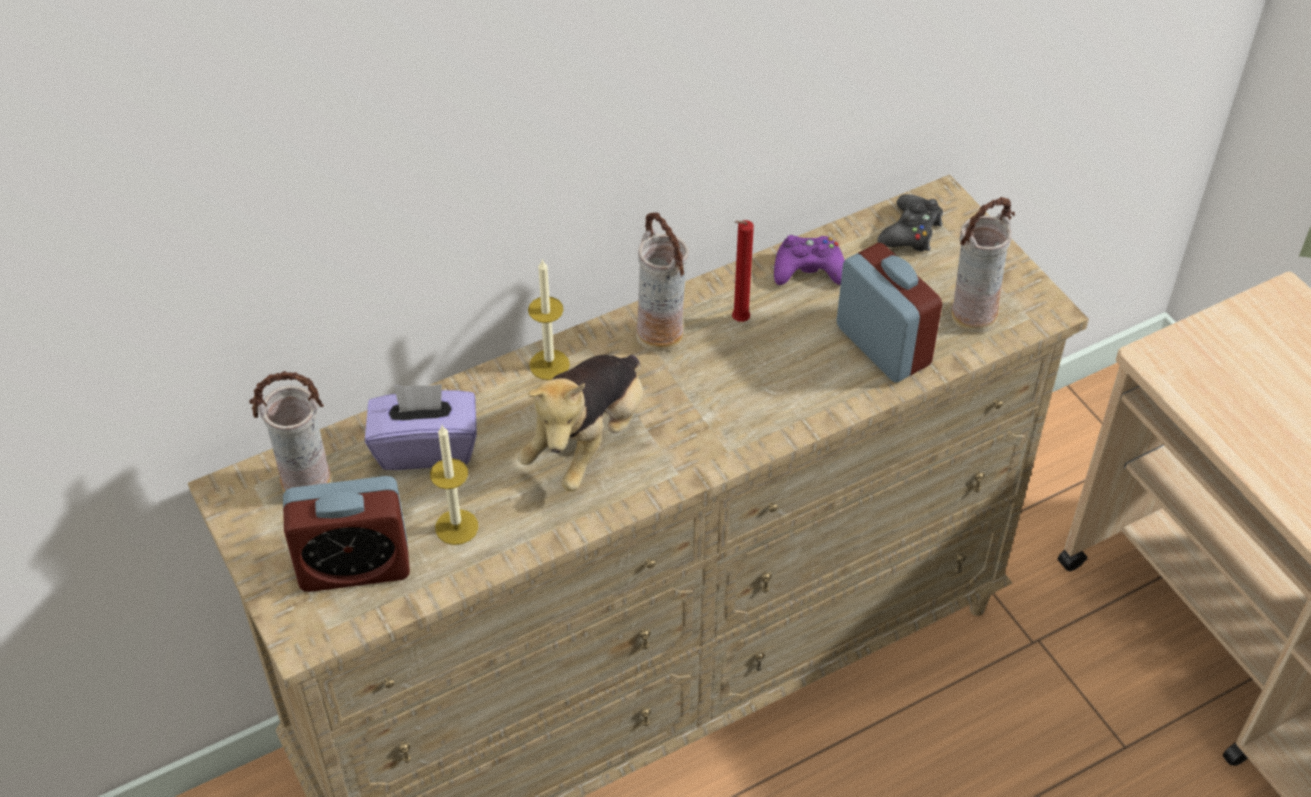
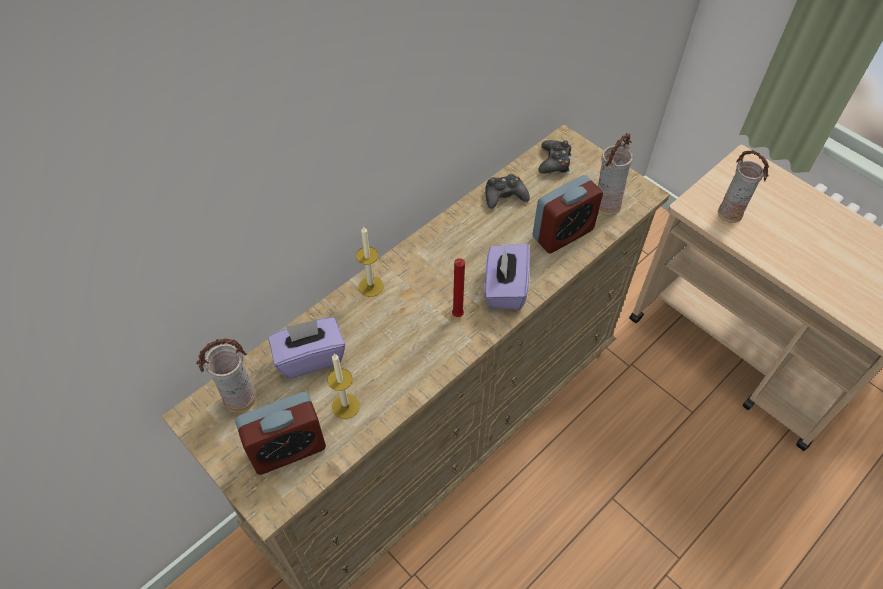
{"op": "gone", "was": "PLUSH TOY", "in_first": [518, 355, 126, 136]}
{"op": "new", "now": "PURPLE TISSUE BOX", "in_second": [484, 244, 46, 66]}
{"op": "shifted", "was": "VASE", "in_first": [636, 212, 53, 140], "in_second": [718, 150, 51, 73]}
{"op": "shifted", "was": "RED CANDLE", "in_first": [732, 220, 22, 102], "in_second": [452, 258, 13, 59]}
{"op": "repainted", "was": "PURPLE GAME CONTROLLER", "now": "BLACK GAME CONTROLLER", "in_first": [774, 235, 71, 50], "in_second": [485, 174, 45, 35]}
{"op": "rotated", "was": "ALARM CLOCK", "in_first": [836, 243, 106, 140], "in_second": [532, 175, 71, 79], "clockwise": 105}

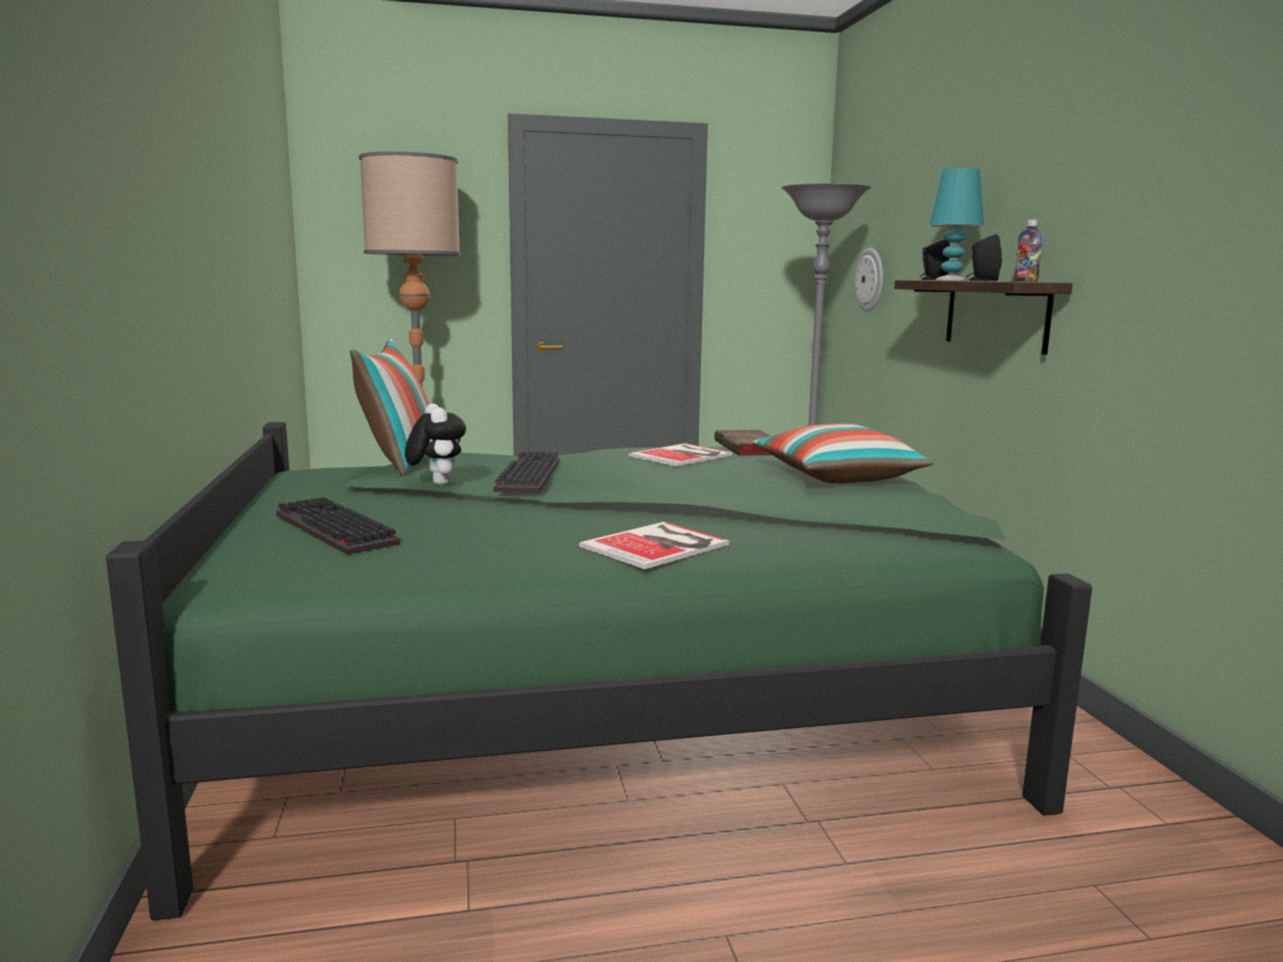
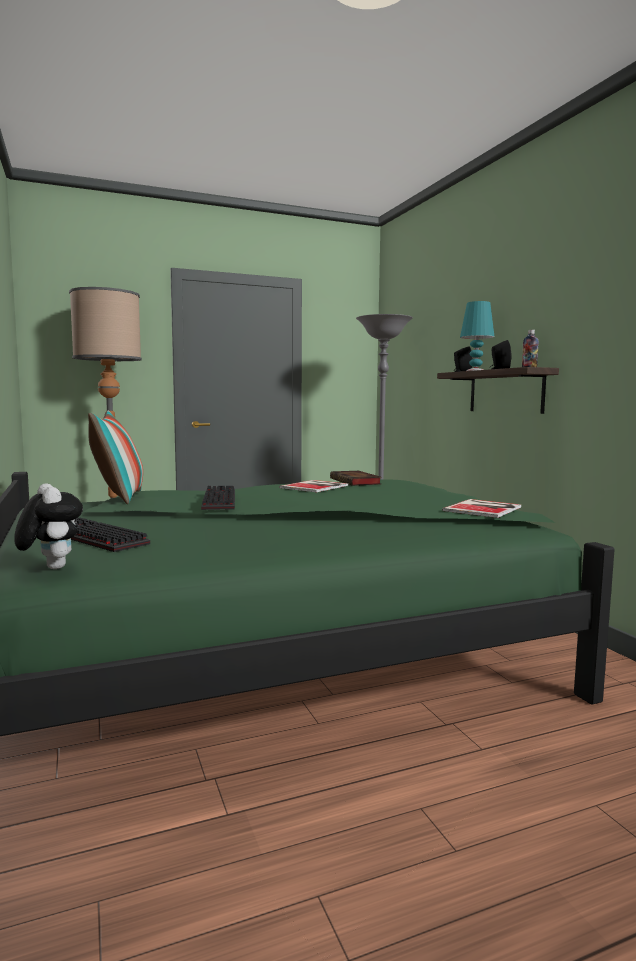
{"op": "gone", "was": "PILLOW", "in_first": [753, 424, 181, 60]}
{"op": "gone", "was": "WALL CLOCK", "in_first": [854, 248, 29, 64]}
{"op": "shifted", "was": "PLUSH TOY", "in_first": [405, 404, 61, 81], "in_second": [14, 483, 69, 86]}
{"op": "shifted", "was": "BOOK", "in_first": [578, 522, 151, 47], "in_second": [442, 499, 79, 19]}

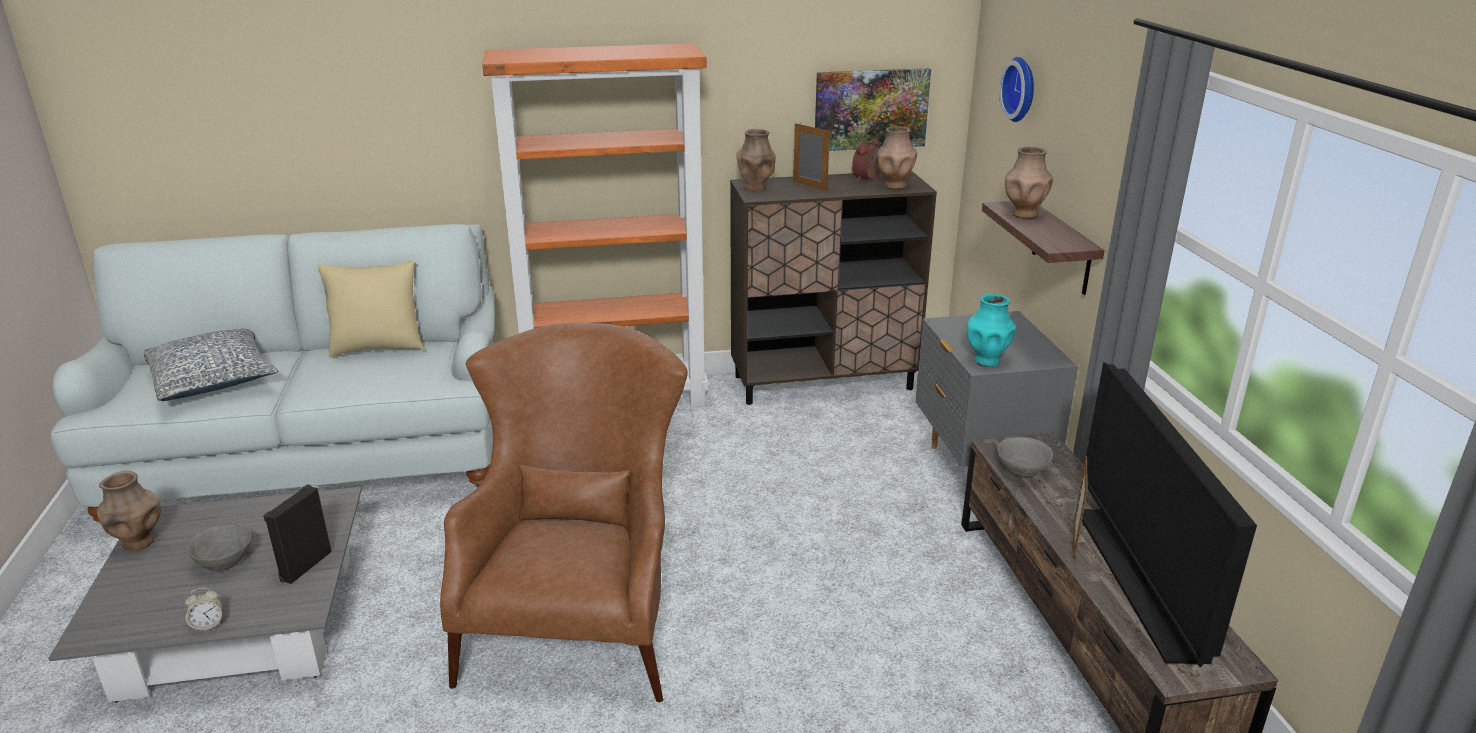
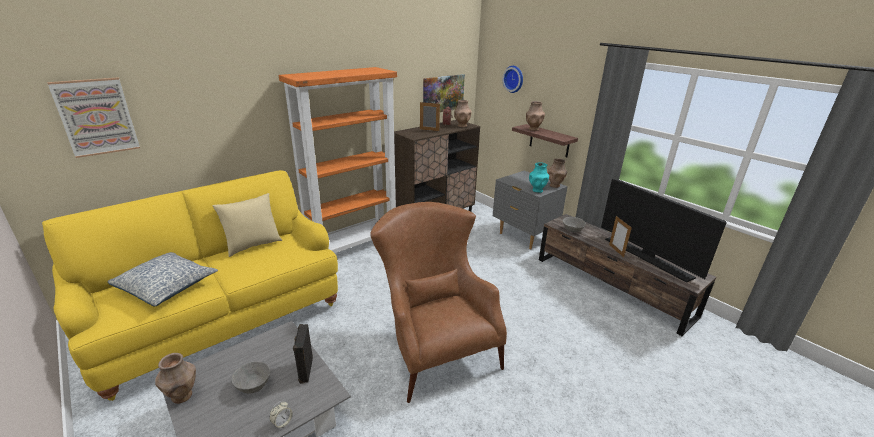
{"op": "new", "now": "PICTURE", "in_second": [47, 77, 93, 81]}
{"op": "shifted", "was": "BROWN VASE", "in_first": [736, 129, 40, 63], "in_second": [548, 158, 19, 30]}
{"op": "repainted", "was": "WHITE SOFA", "now": "YELLOW SOFA", "in_first": [51, 224, 444, 298], "in_second": [42, 170, 296, 231]}

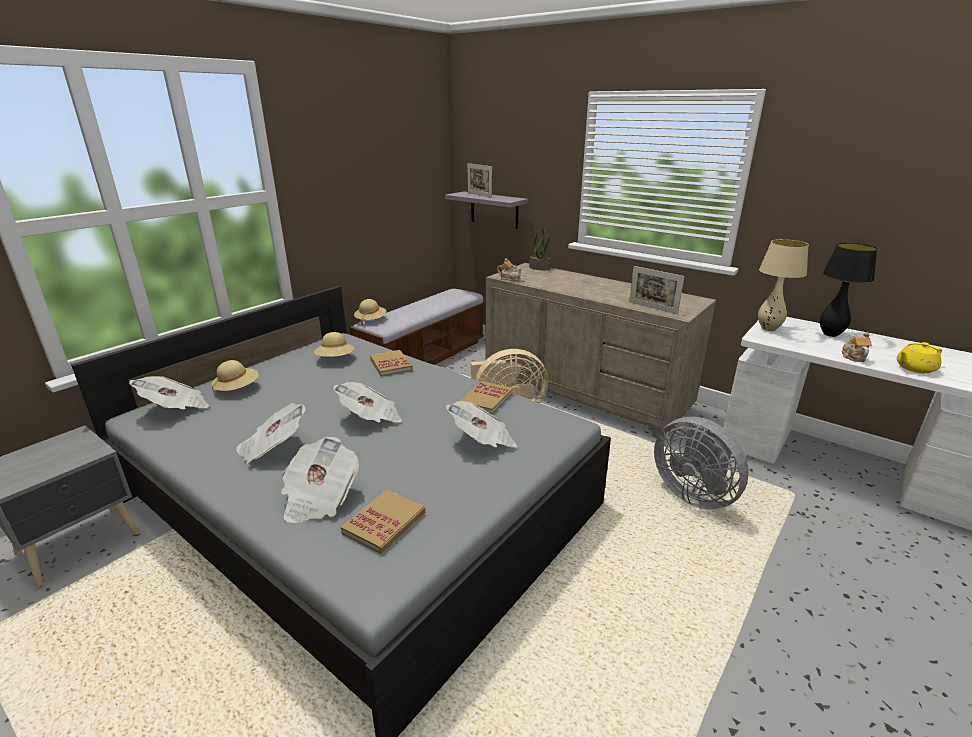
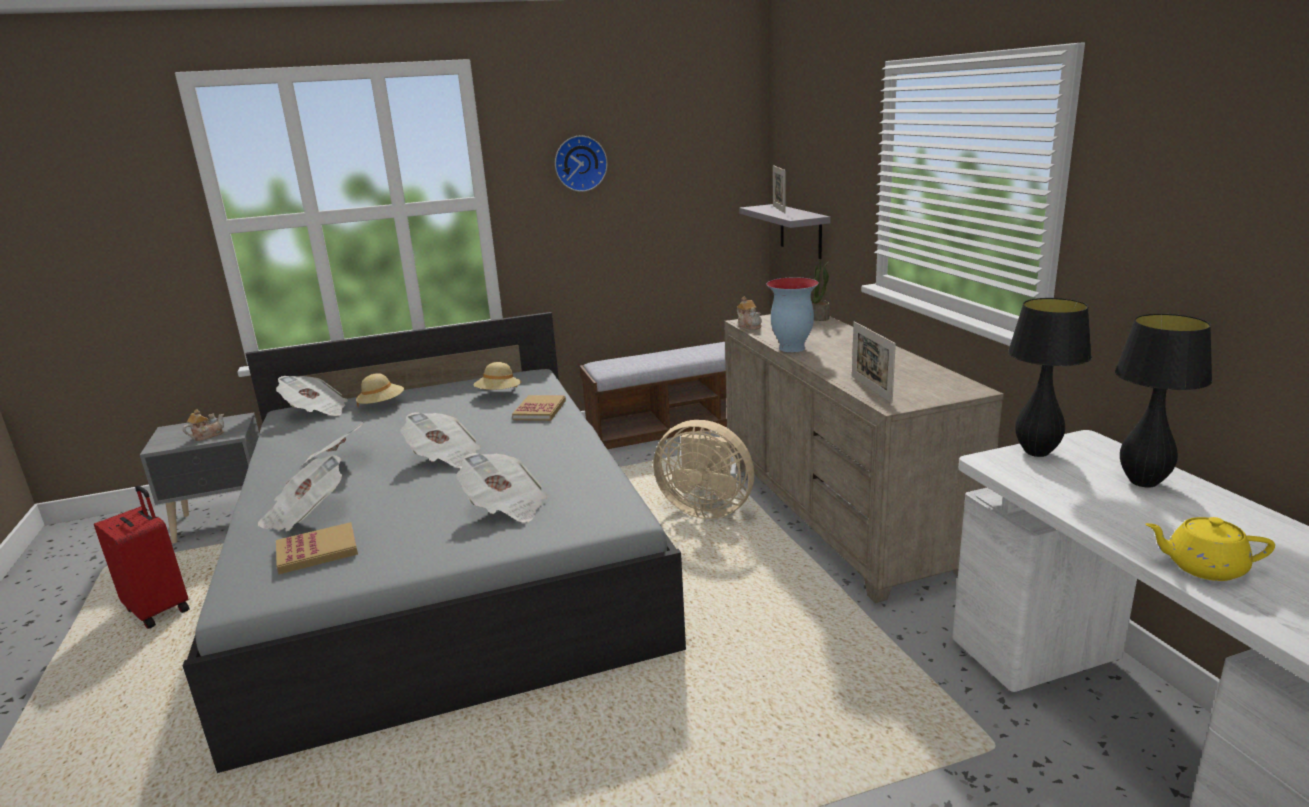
{"op": "gone", "was": "BEIGE HAT", "in_first": [354, 299, 32, 27]}
{"op": "gone", "was": "BOOK", "in_first": [460, 381, 53, 33]}
{"op": "gone", "was": "GREY FAN", "in_first": [654, 417, 95, 92]}
{"op": "new", "now": "RED SUITCASE", "in_second": [94, 485, 96, 144]}
{"op": "new", "now": "WALL CLOCK", "in_second": [555, 135, 52, 57]}
{"op": "new", "now": "VASE", "in_second": [766, 277, 53, 75]}
{"op": "shifted", "was": "TEAPOT", "in_first": [842, 332, 30, 30], "in_second": [183, 409, 41, 32]}
{"op": "repainted", "was": "BEIGE TABLE LAMP", "now": "BLACK TABLE LAMP", "in_first": [758, 239, 51, 92], "in_second": [1008, 298, 84, 159]}

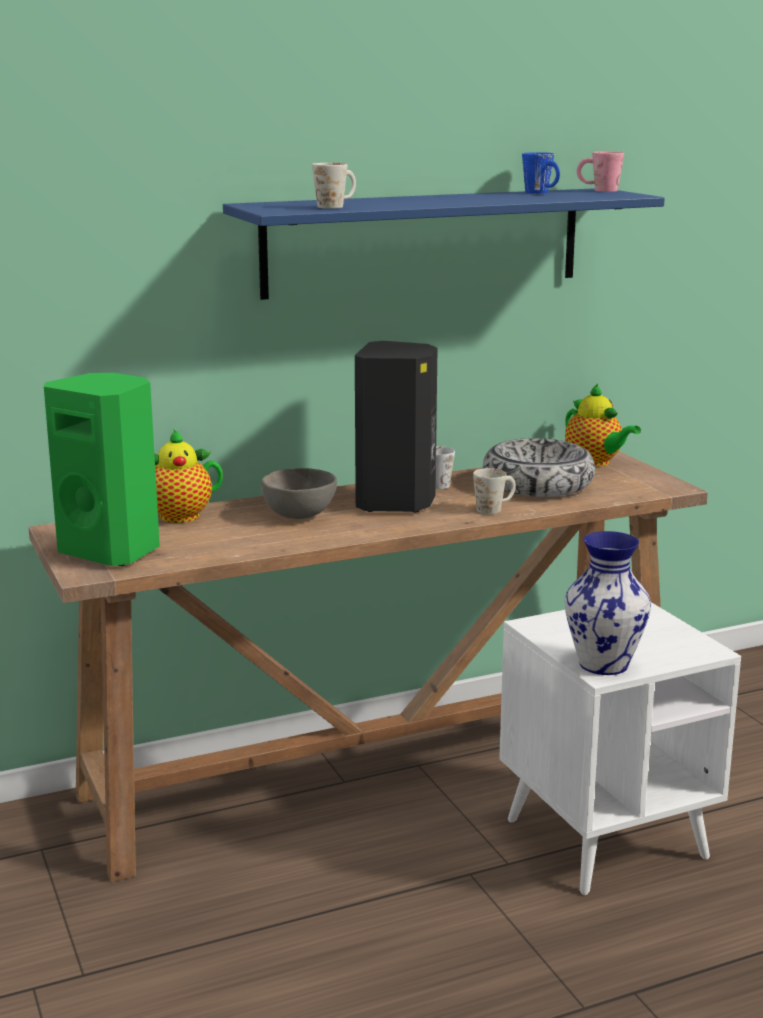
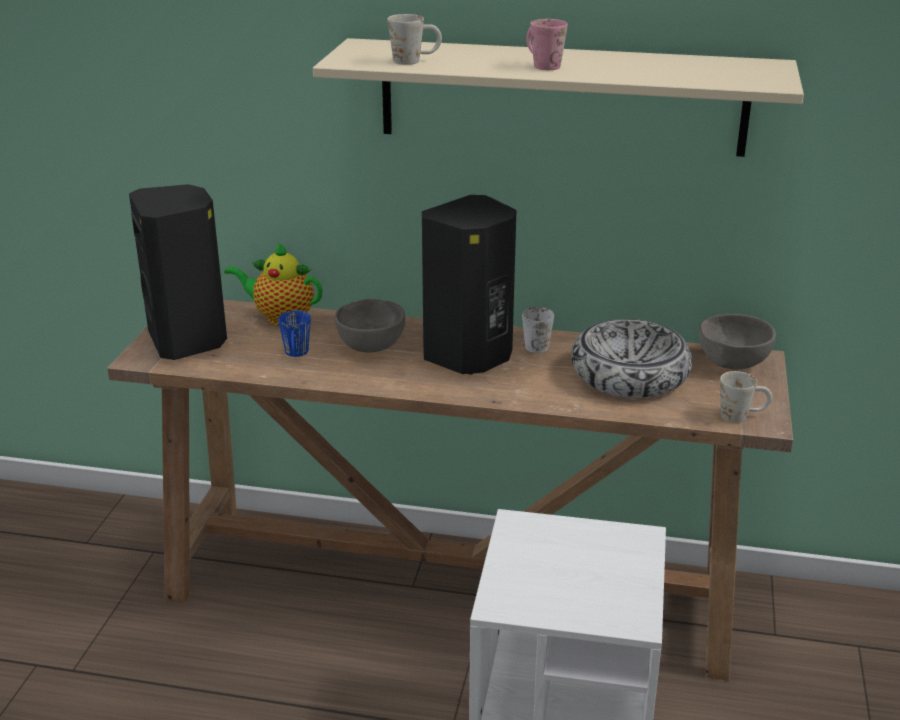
{"op": "gone", "was": "VASE", "in_first": [565, 531, 86, 144]}
{"op": "shifted", "was": "WHITE MUG", "in_first": [473, 468, 43, 46], "in_second": [720, 371, 52, 52]}
{"op": "shifted", "was": "BLUE MUG", "in_first": [522, 152, 38, 41], "in_second": [278, 311, 33, 46]}
{"op": "shifted", "was": "PINK MUG", "in_first": [577, 151, 47, 41], "in_second": [526, 19, 42, 51]}
{"op": "swapped", "was": "TEAPOT", "now": "GREY BOWL", "in_first": [565, 384, 76, 83], "in_second": [699, 314, 77, 55]}
{"op": "repainted", "was": "GREEN SPEAKER", "now": "BLACK SPEAKER", "in_first": [44, 373, 116, 193], "in_second": [129, 184, 98, 176]}
{"op": "repainted", "was": "BLUE SHELF", "now": "BEIGE SHELF", "in_first": [223, 188, 442, 112], "in_second": [313, 38, 491, 119]}

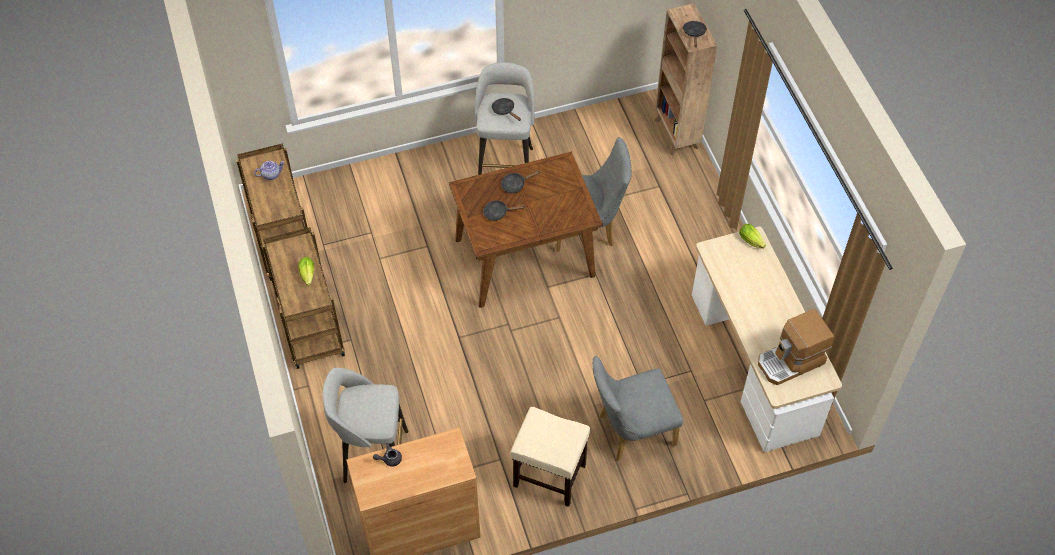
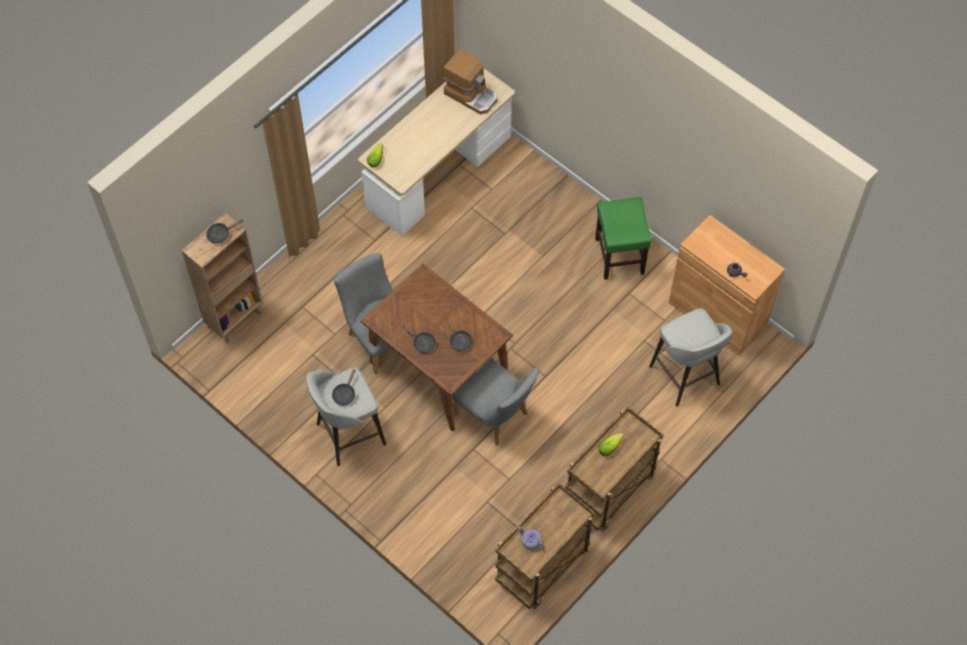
{"op": "shifted", "was": "GREY CHAIR", "in_first": [592, 356, 91, 105], "in_second": [452, 358, 87, 88]}
{"op": "repainted", "was": "BEIGE STOOL", "now": "GREEN STOOL", "in_first": [510, 407, 80, 100], "in_second": [595, 197, 57, 83]}

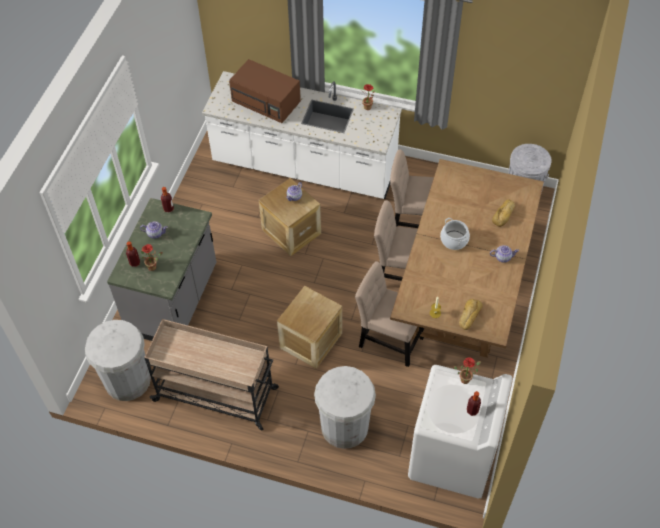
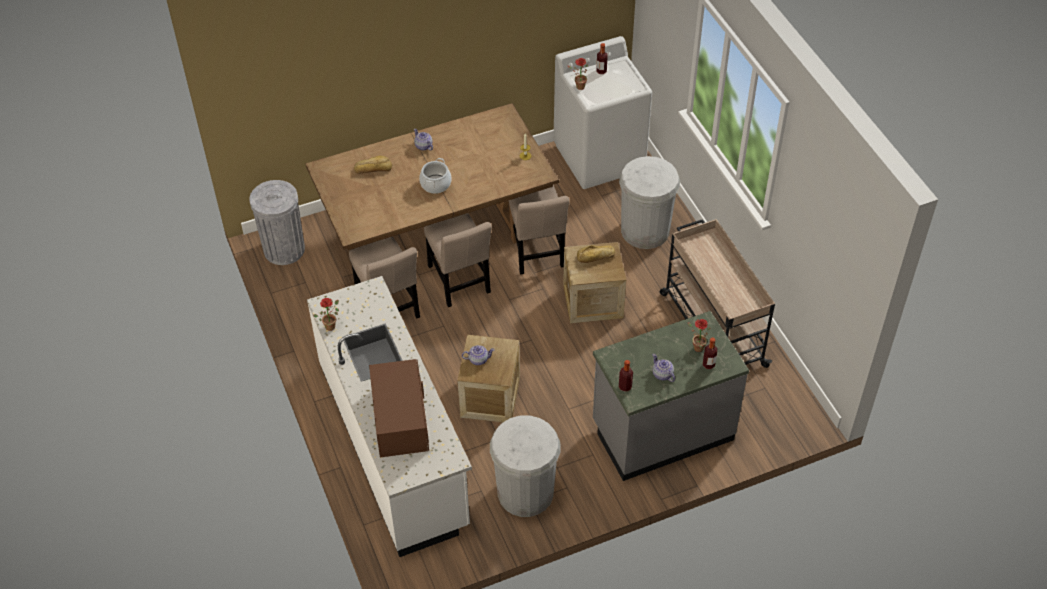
{"op": "shifted", "was": "WHITE TRASH CAN", "in_first": [85, 320, 66, 81], "in_second": [490, 415, 71, 102]}
{"op": "shifted", "was": "BREAD", "in_first": [459, 299, 24, 31], "in_second": [577, 245, 38, 18]}

